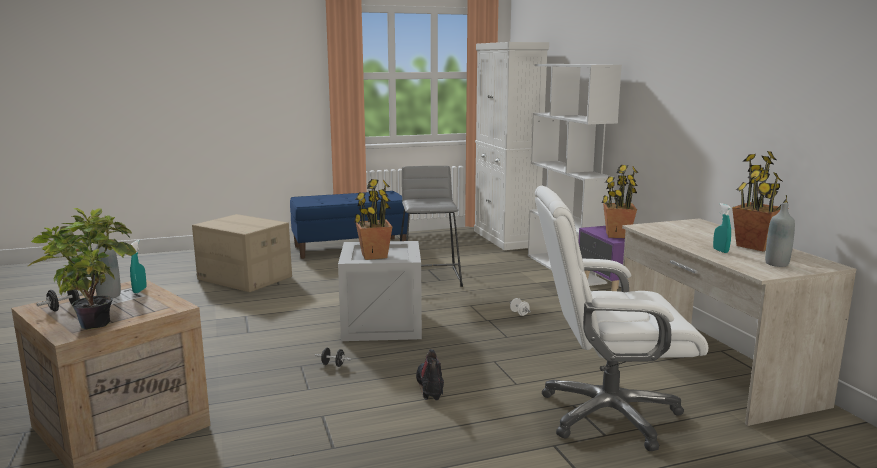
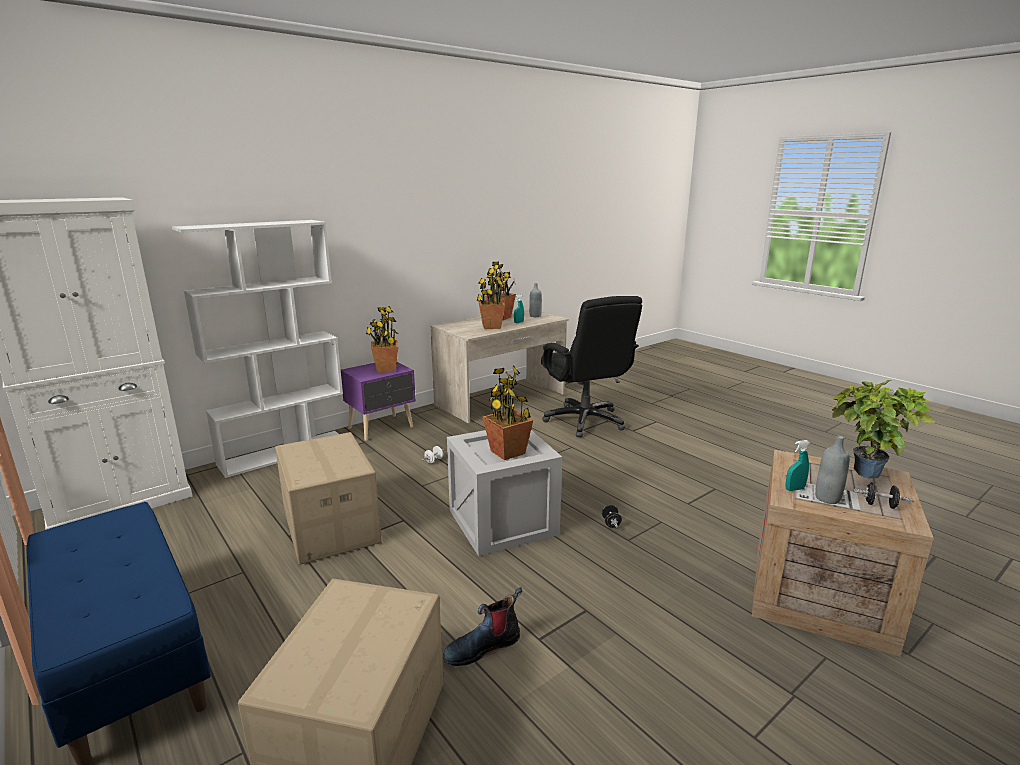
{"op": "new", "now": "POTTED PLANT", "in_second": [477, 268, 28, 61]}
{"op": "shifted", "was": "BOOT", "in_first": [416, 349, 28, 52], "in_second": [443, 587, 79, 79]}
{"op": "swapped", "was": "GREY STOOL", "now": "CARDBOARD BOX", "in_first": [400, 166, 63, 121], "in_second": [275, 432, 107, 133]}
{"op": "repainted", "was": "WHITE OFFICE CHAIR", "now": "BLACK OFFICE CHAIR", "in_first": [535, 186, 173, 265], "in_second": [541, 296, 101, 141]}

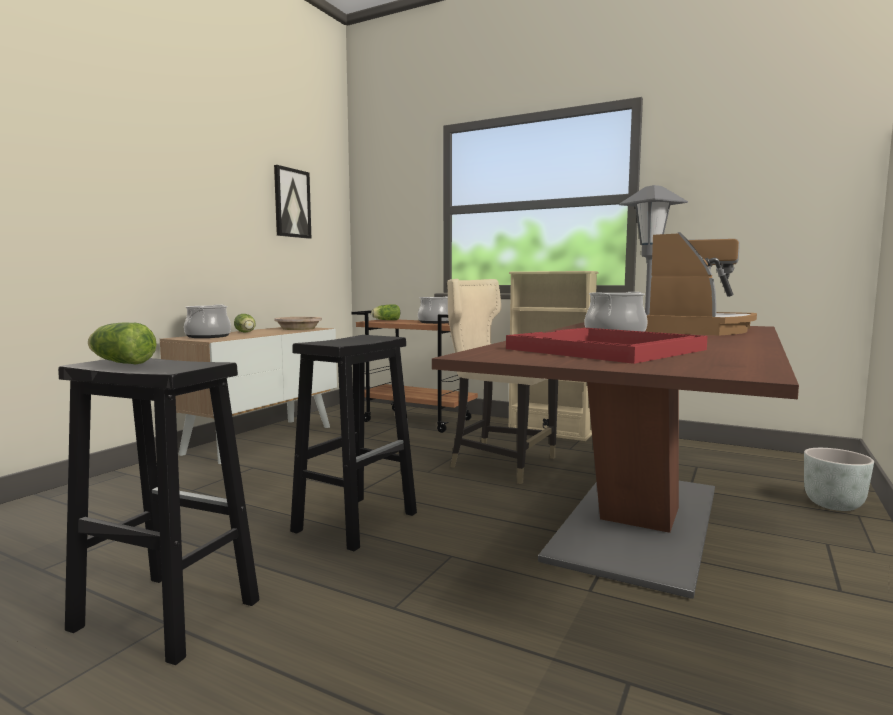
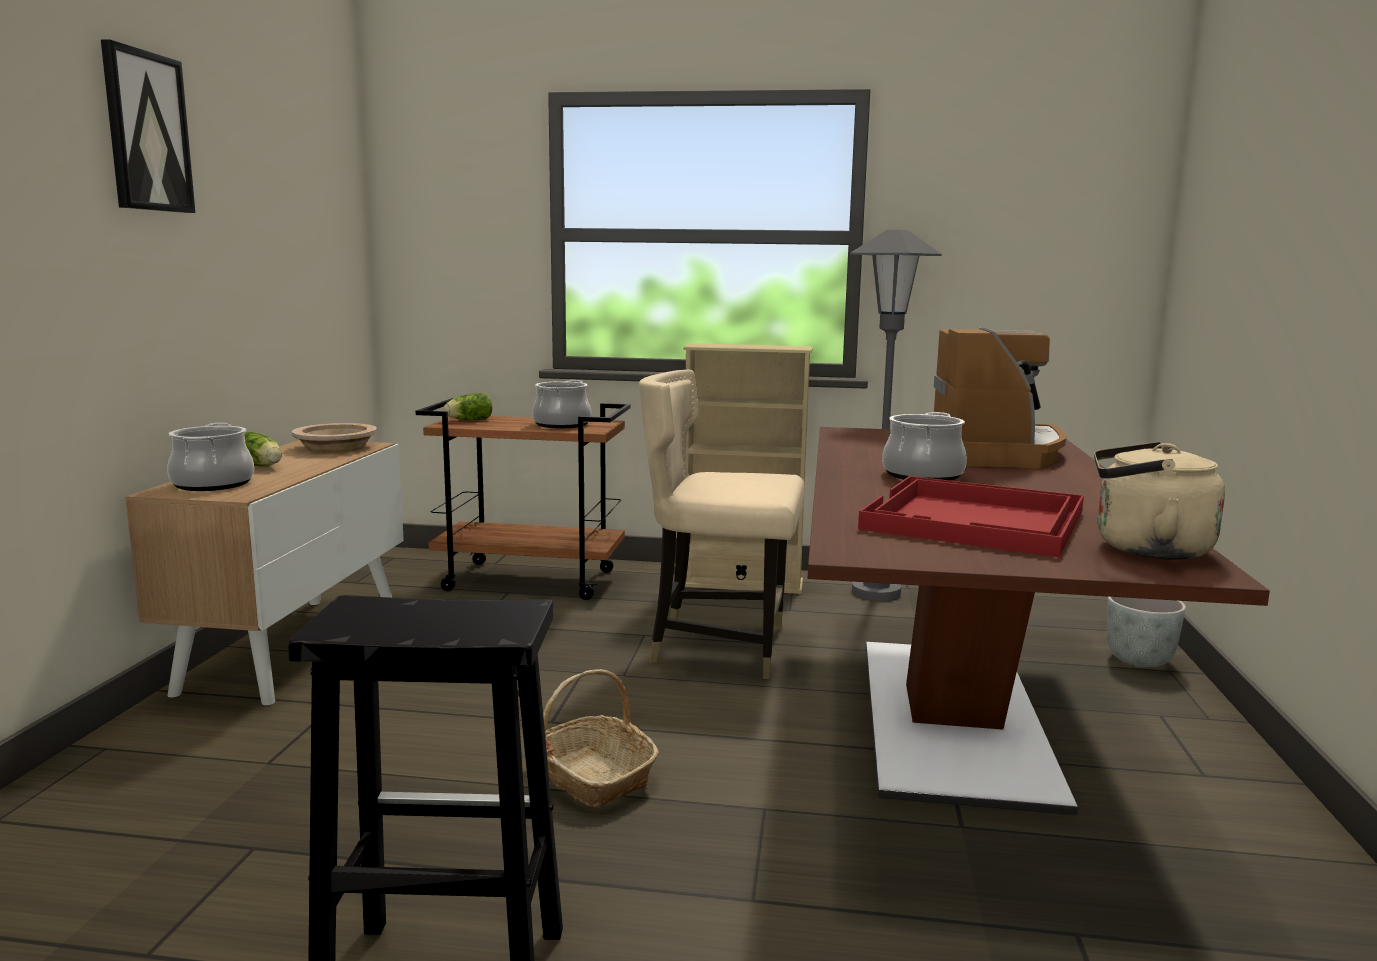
{"op": "gone", "was": "LETTUCE", "in_first": [88, 323, 69, 42]}
{"op": "new", "now": "BEIGE KETTLE", "in_second": [1094, 442, 131, 118]}
{"op": "shifted", "was": "PICTURE", "in_first": [274, 165, 37, 74], "in_second": [101, 39, 94, 174]}
{"op": "swapped", "was": "BLACK STOOL", "now": "BASKET", "in_first": [290, 335, 127, 216], "in_second": [543, 669, 116, 138]}

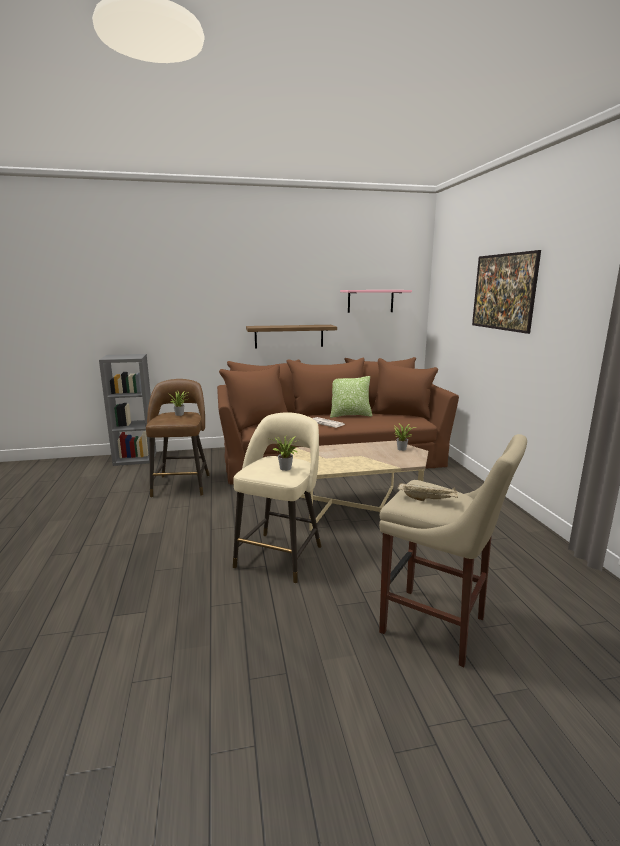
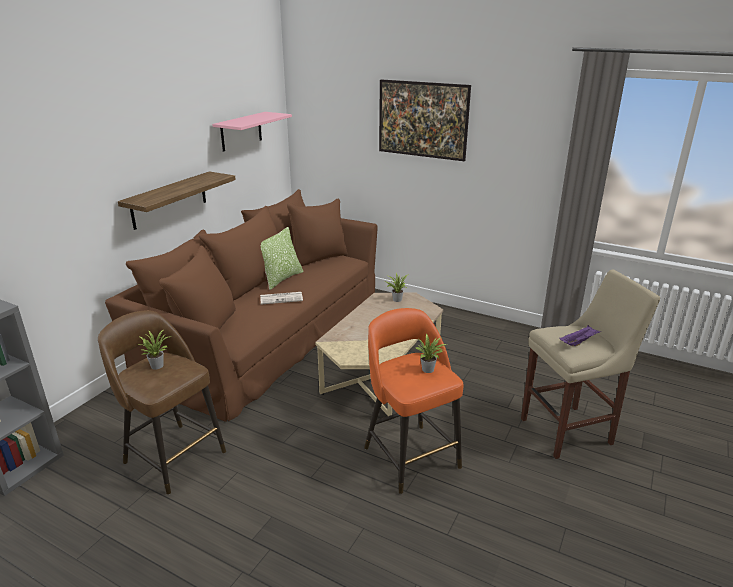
{"op": "repainted", "was": "BEIGE STOOL", "now": "ORANGE STOOL", "in_first": [233, 412, 89, 171], "in_second": [364, 308, 99, 186]}
{"op": "repainted", "was": "BEIGE TRAY", "now": "PURPLE TRAY", "in_first": [398, 483, 60, 18], "in_second": [560, 325, 42, 21]}

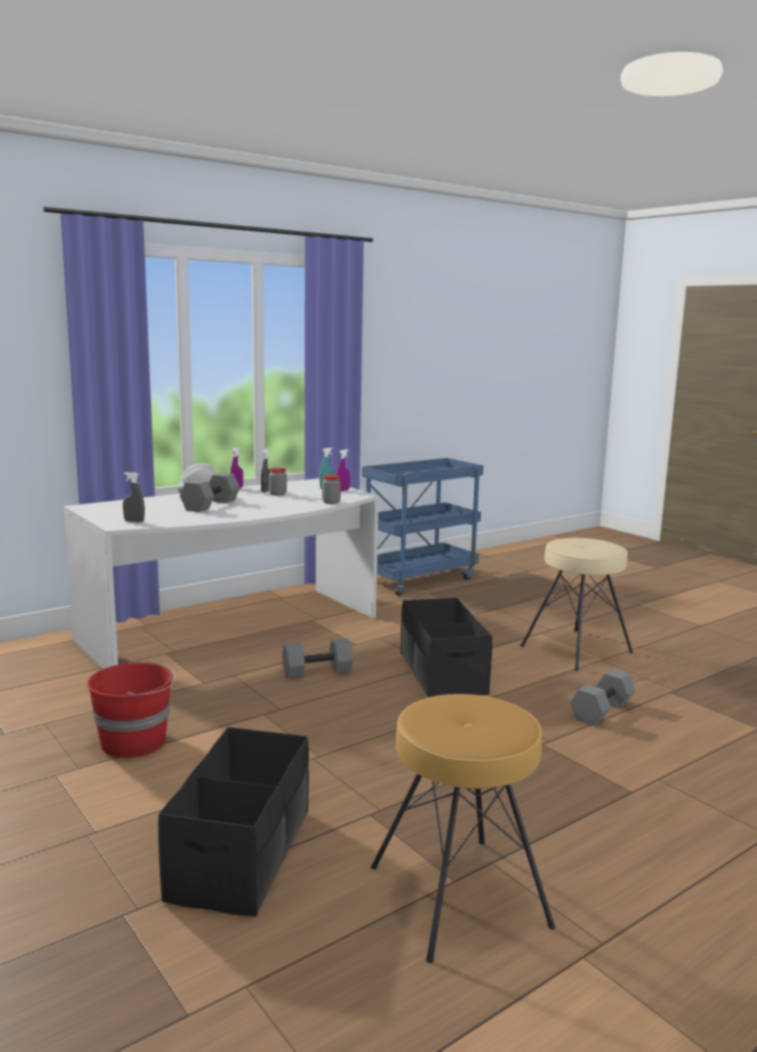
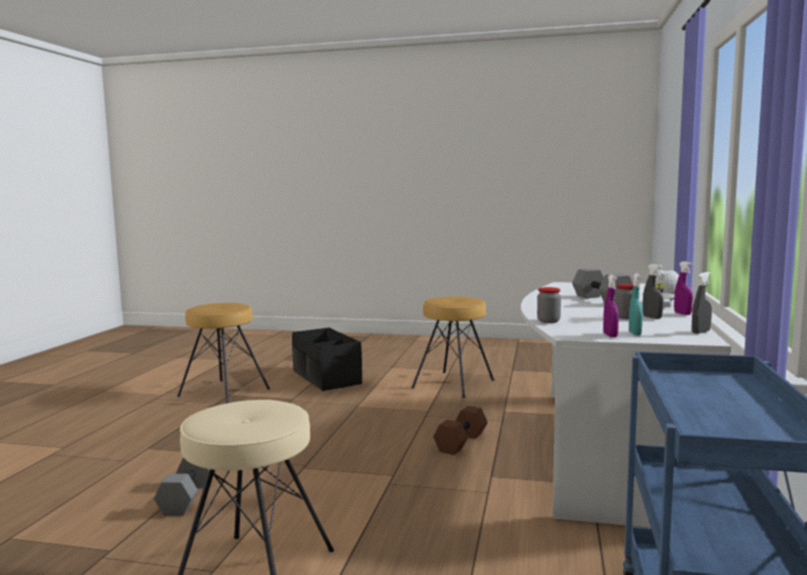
{"op": "gone", "was": "BLACK STORAGE BOX", "in_first": [401, 598, 91, 99]}
{"op": "shifted", "was": "GREY SPRAY BOTTLE", "in_first": [123, 472, 22, 51], "in_second": [692, 272, 20, 62]}
{"op": "swapped", "was": "RED BUCKET", "now": "BROWN STOOL", "in_first": [87, 660, 89, 98], "in_second": [411, 296, 84, 102]}
{"op": "repainted", "was": "GREY DUMBBELL", "now": "BROWN DUMBBELL", "in_first": [282, 638, 71, 40], "in_second": [433, 406, 55, 49]}

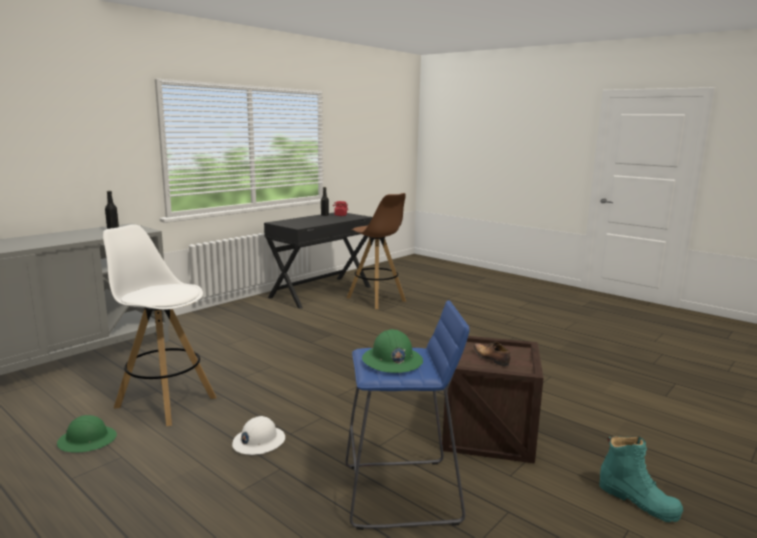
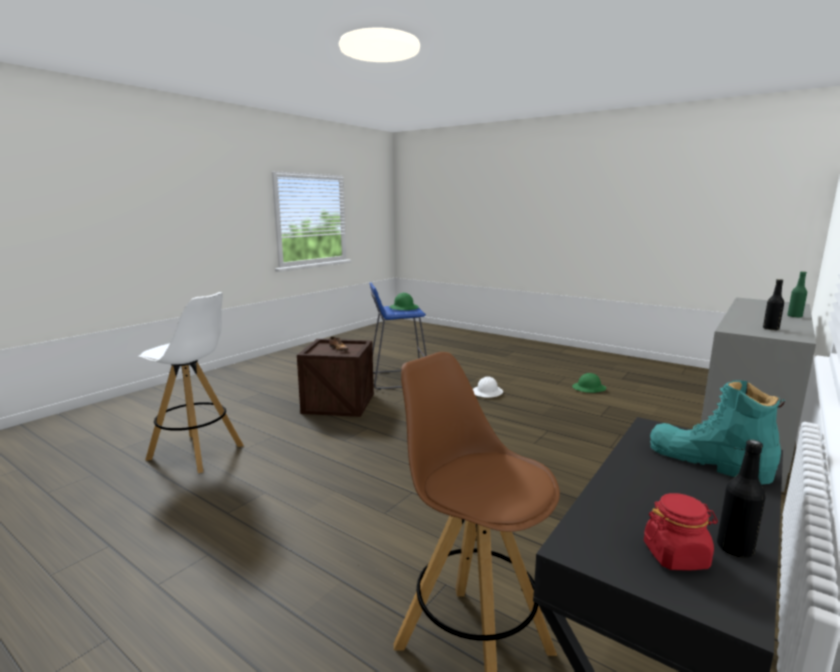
{"op": "new", "now": "GREEN BOTTLE", "in_second": [787, 271, 20, 46]}
{"op": "shifted", "was": "WHITE STOOL", "in_first": [103, 224, 113, 202], "in_second": [137, 292, 107, 181]}
{"op": "shifted", "was": "TURQUOISE BOOT", "in_first": [599, 436, 84, 86], "in_second": [650, 380, 135, 104]}

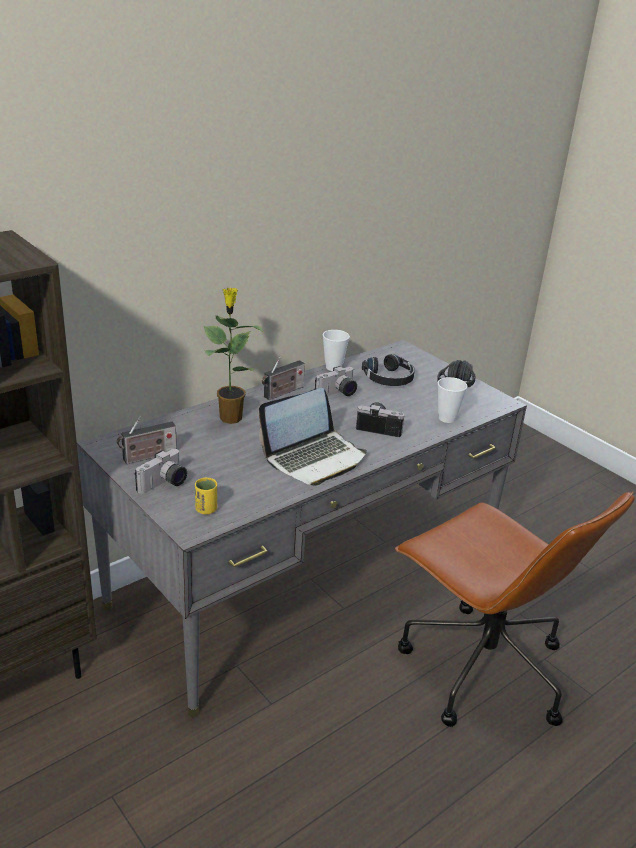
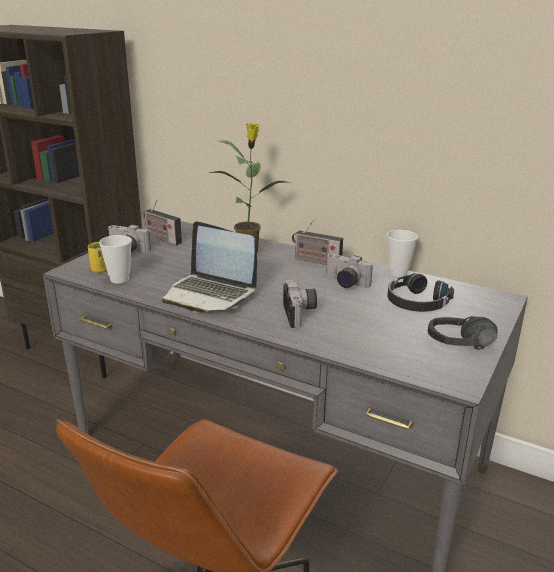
{"op": "shifted", "was": "CUP", "in_first": [438, 377, 29, 46], "in_second": [99, 235, 33, 48]}

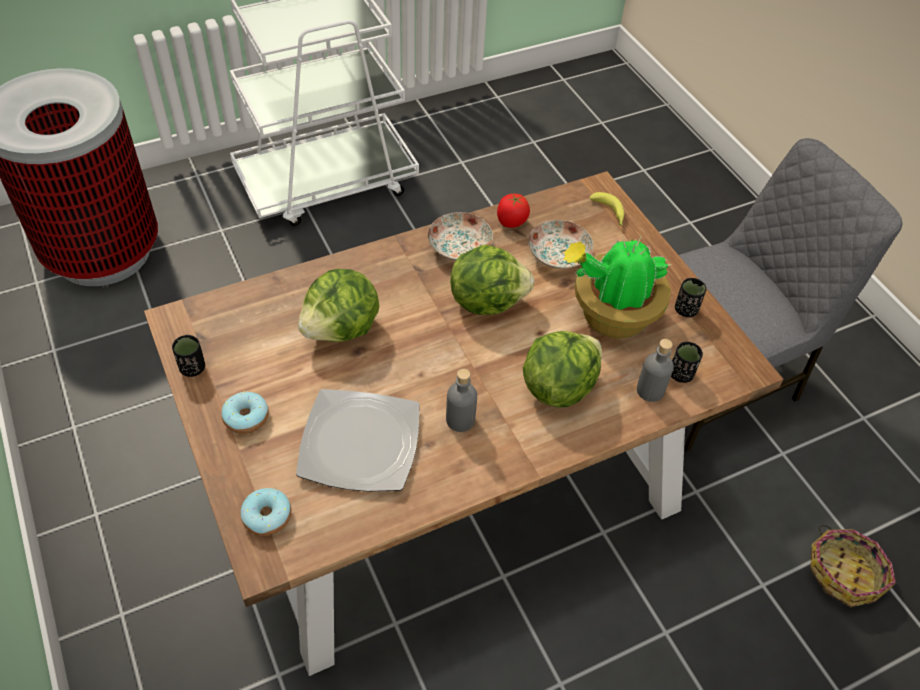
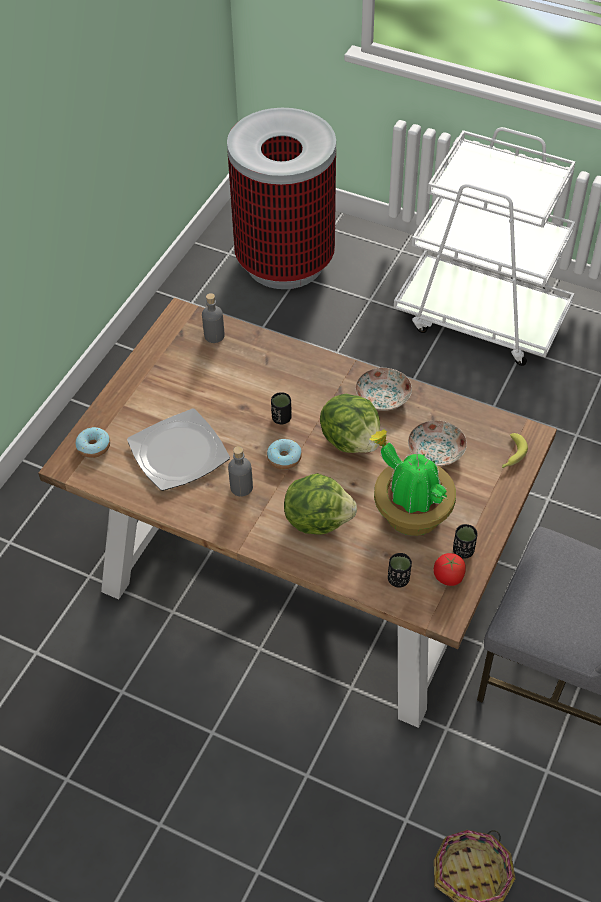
{"op": "gone", "was": "LETTUCE", "in_first": [298, 269, 81, 73]}
{"op": "shifted", "was": "BLACK CUP", "in_first": [172, 335, 33, 42], "in_second": [271, 392, 21, 32]}
{"op": "shifted", "was": "DONUT", "in_first": [221, 392, 48, 42], "in_second": [267, 439, 35, 31]}
{"op": "shifted", "was": "TOMATO", "in_first": [497, 194, 33, 34], "in_second": [433, 553, 33, 33]}
{"op": "shifted", "was": "GREY BOTTLE", "in_first": [637, 339, 37, 63], "in_second": [202, 293, 23, 50]}

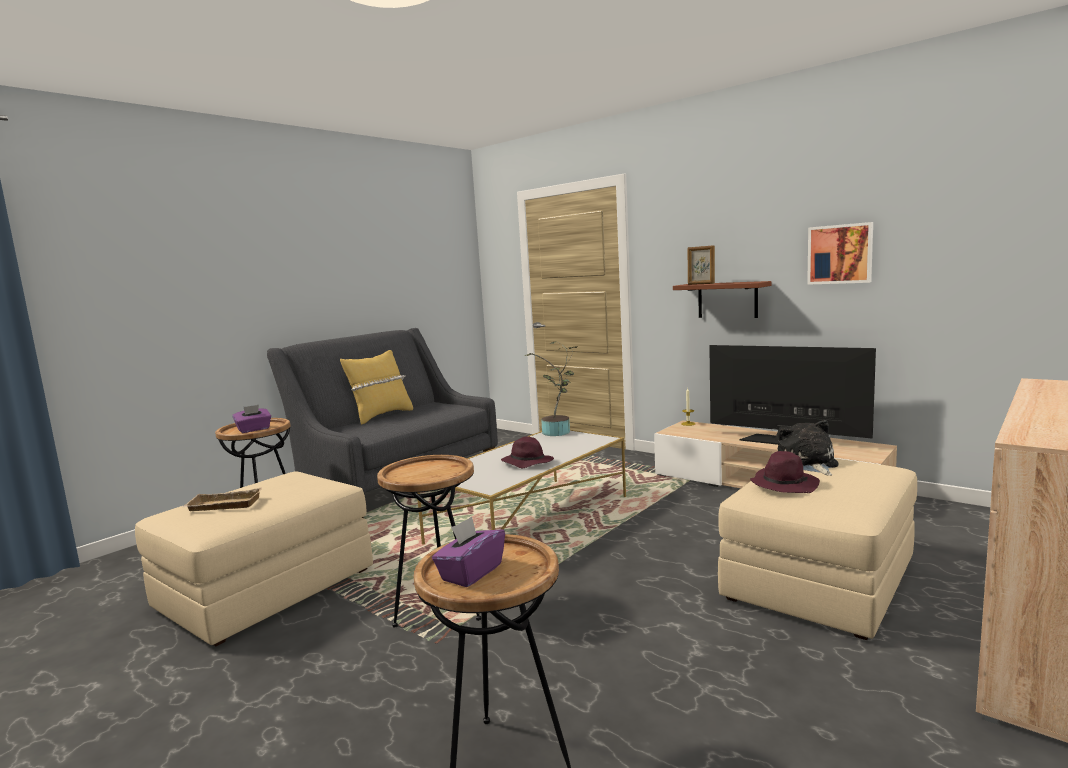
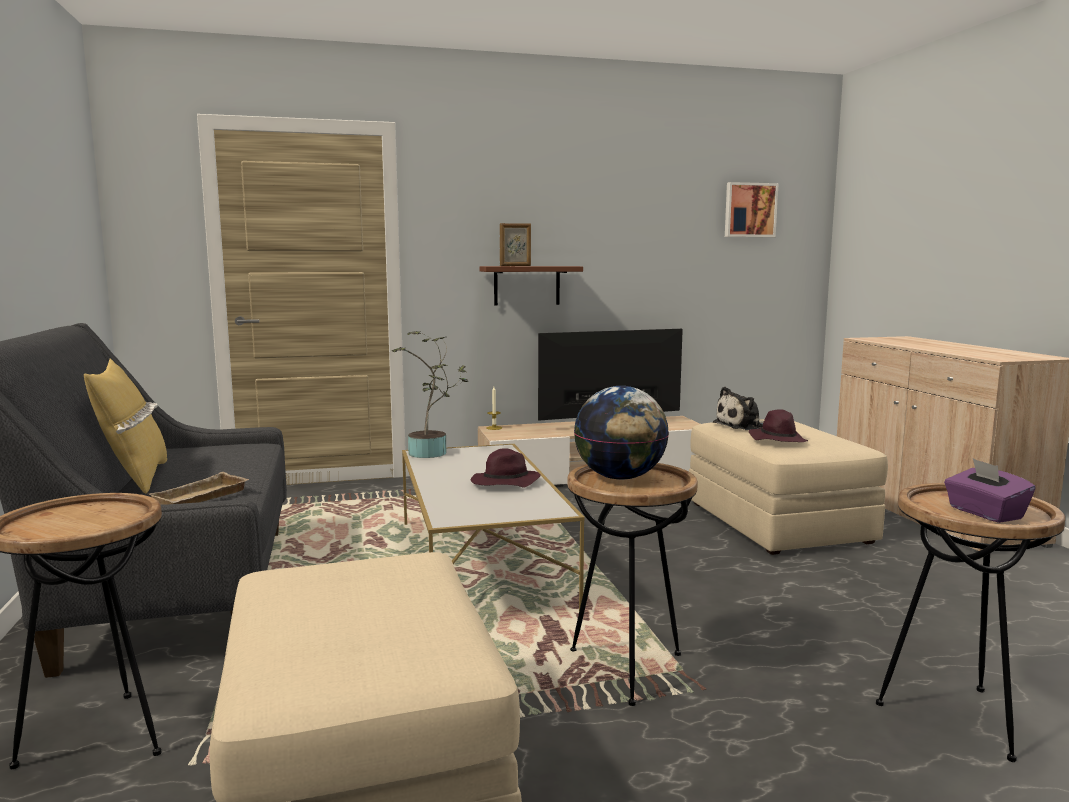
{"op": "gone", "was": "PURPLE TISSUE BOX", "in_first": [232, 405, 39, 28]}
{"op": "new", "now": "GLOBE", "in_second": [574, 386, 95, 94]}
{"op": "shifted", "was": "BEIGE TRAY", "in_first": [183, 487, 79, 24], "in_second": [148, 472, 101, 33]}
{"op": "shifted", "was": "PICTURE", "in_first": [807, 222, 66, 63], "in_second": [725, 182, 54, 55]}
{"op": "rotated", "was": "PLUSH TOY", "in_first": [778, 420, 61, 56], "in_second": [713, 387, 51, 43], "clockwise": -60}

